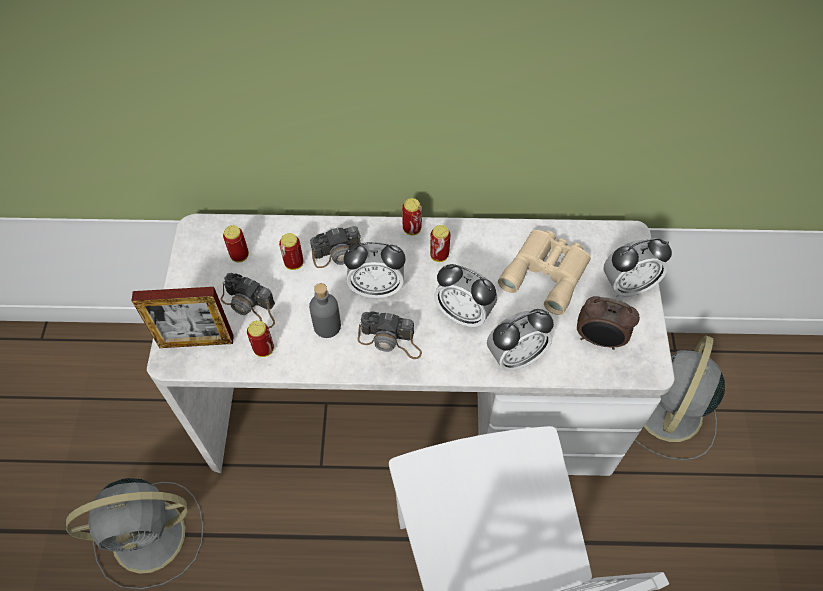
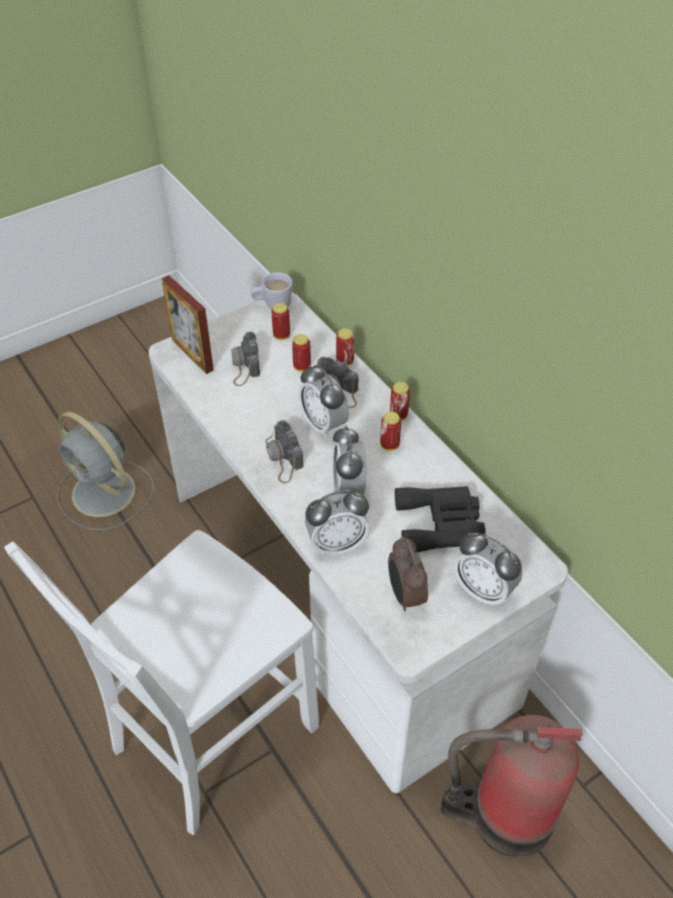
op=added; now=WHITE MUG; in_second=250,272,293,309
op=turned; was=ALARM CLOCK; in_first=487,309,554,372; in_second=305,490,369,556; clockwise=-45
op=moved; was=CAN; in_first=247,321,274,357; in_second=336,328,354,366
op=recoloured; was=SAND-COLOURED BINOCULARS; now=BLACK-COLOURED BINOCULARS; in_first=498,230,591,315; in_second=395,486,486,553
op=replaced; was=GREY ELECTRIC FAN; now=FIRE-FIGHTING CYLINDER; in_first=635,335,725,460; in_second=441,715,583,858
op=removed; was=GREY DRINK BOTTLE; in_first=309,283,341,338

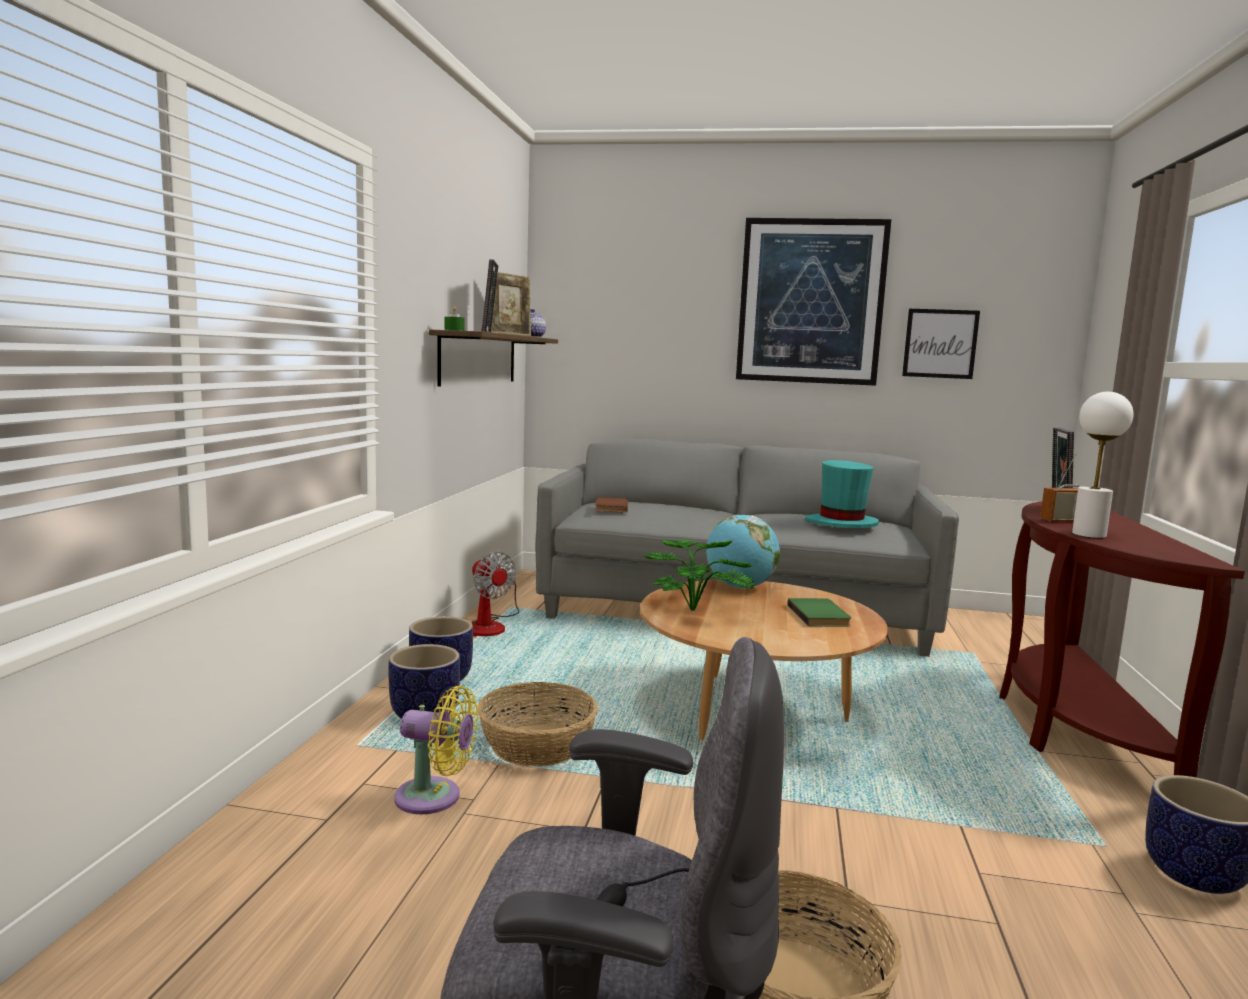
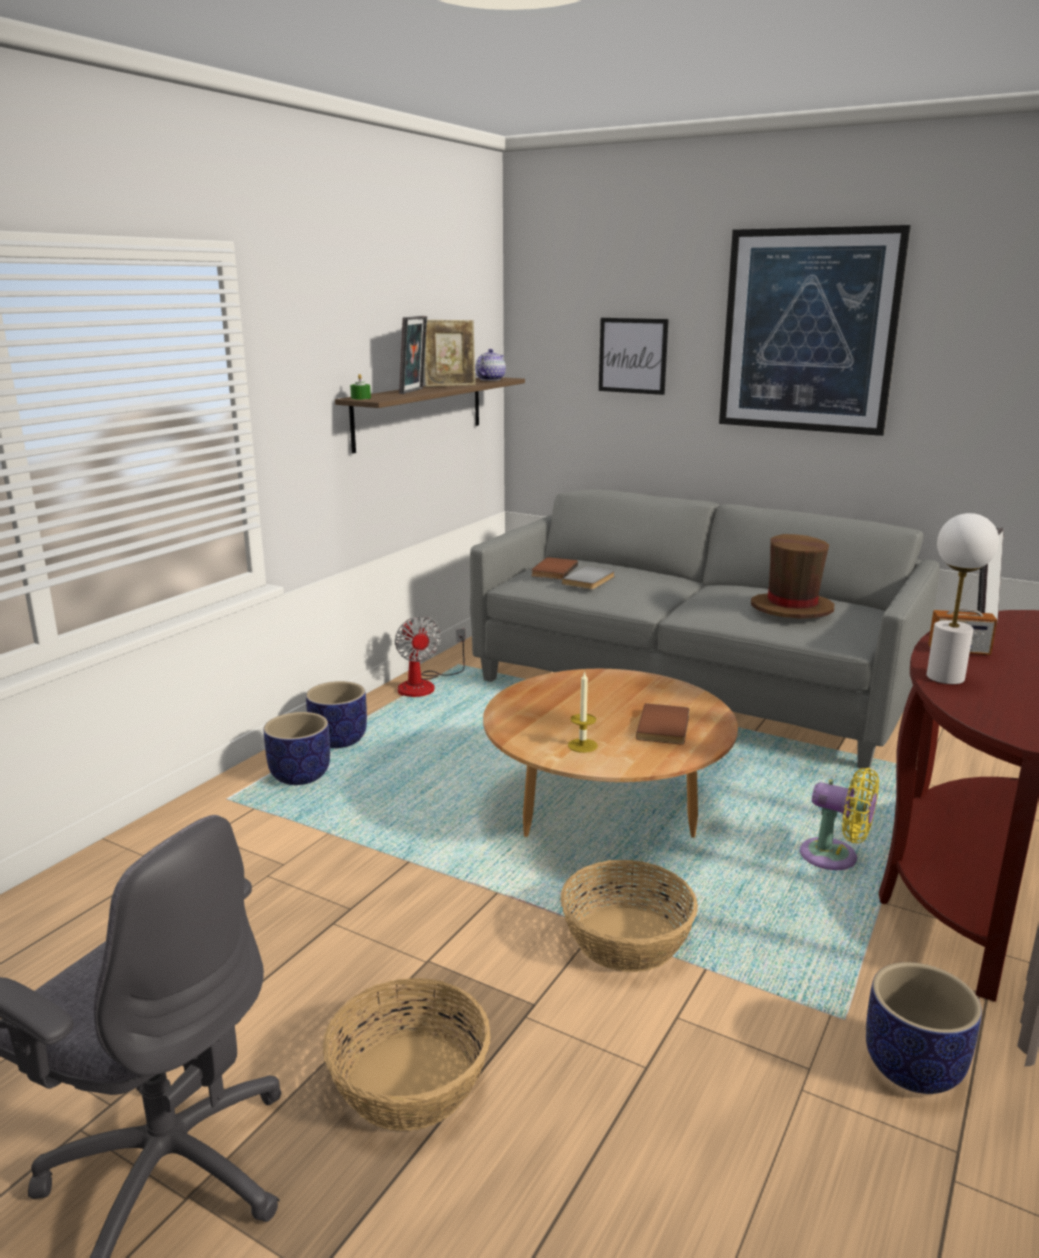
op=moved; was=HOUSEHOLD BASKET; in_first=477,682,598,767; in_second=560,860,698,972
op=added; now=GREY BOUND BOOK; in_second=562,566,615,589
op=added; now=CANDLE; in_second=568,671,598,753
op=moved; was=WALL ART; in_first=902,309,980,379; in_second=599,318,669,395
op=recoloured; was=GREENISH BOUND BOOK; now=BROWNISH BOUND BOOK; in_first=787,598,851,626; in_second=636,703,689,745
op=recoloured; was=TURQUOISE-COLOURED CLOTHING HAT; now=BROWNISH CLOTHING HAT; in_first=805,460,879,528; in_second=751,534,834,619
op=moved; was=YELLOW-COLOURED ELECTRIC FAN; in_first=394,686,478,814; in_second=800,768,879,870
op=removed; was=POTTED PLANT; in_first=644,539,754,611
op=removed; was=DESK GLOBE; in_first=706,515,780,589

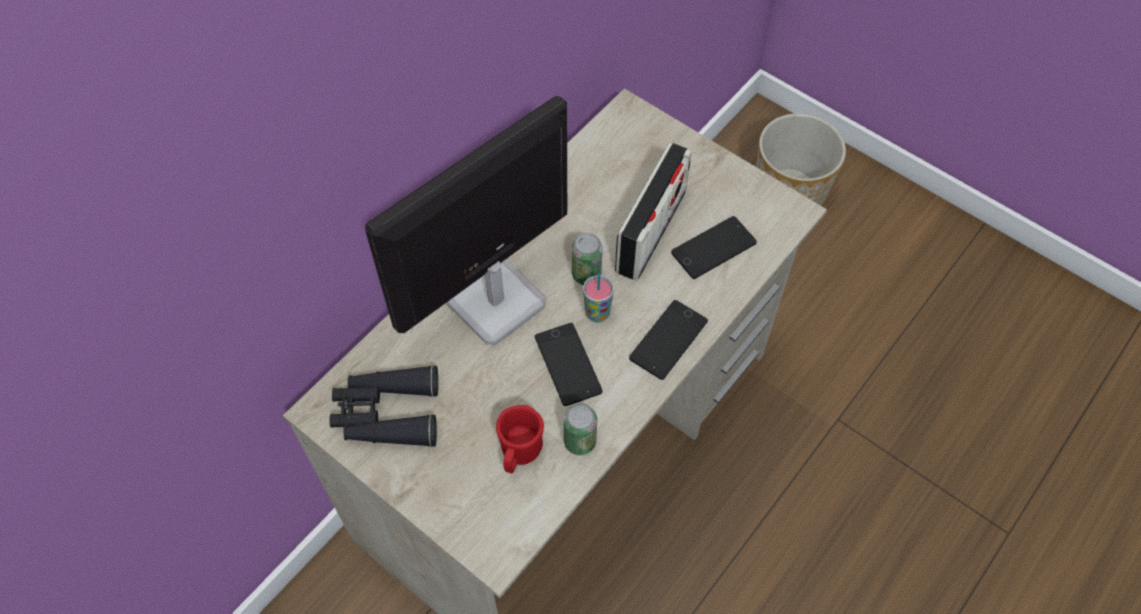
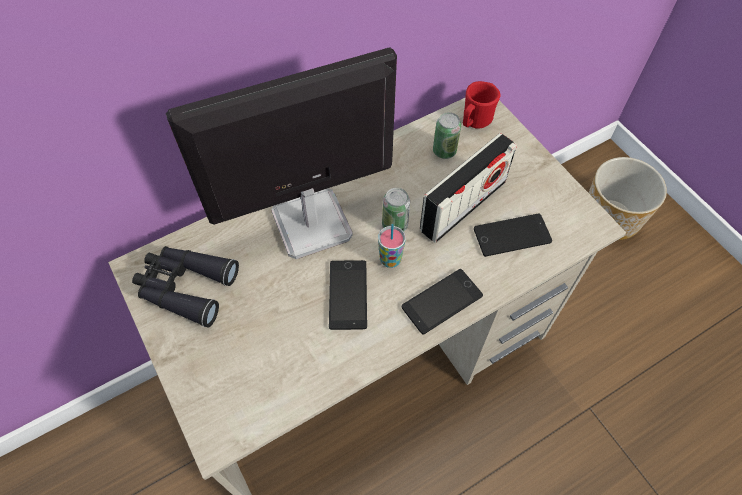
op=moved; was=CAN; in_first=564,403,597,455; in_second=433,112,461,159
op=moved; was=RED MUG; in_first=496,405,544,473; in_second=463,81,500,129

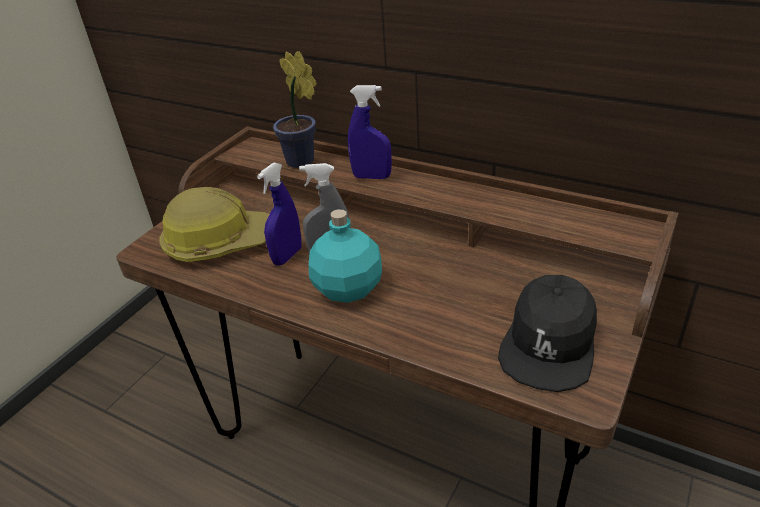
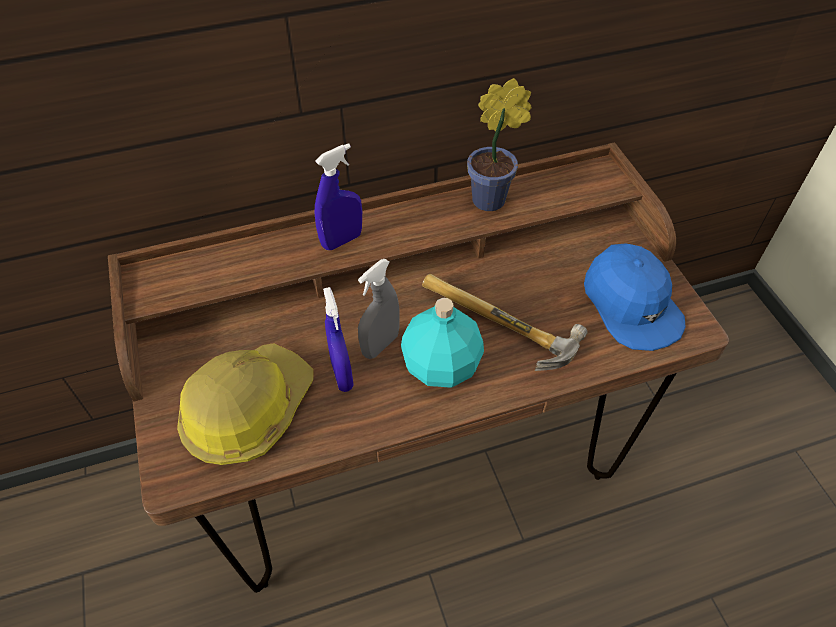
op=added; now=TOOL HAMMER; in_second=422,274,588,371
op=moved; was=POTTED PLANT; in_first=273,51,317,168; in_second=467,78,532,211
op=recoloured; was=BLACK-COLOURED CAP; now=BLUE-COLOURED CAP; in_first=498,275,597,392; in_second=584,244,686,351

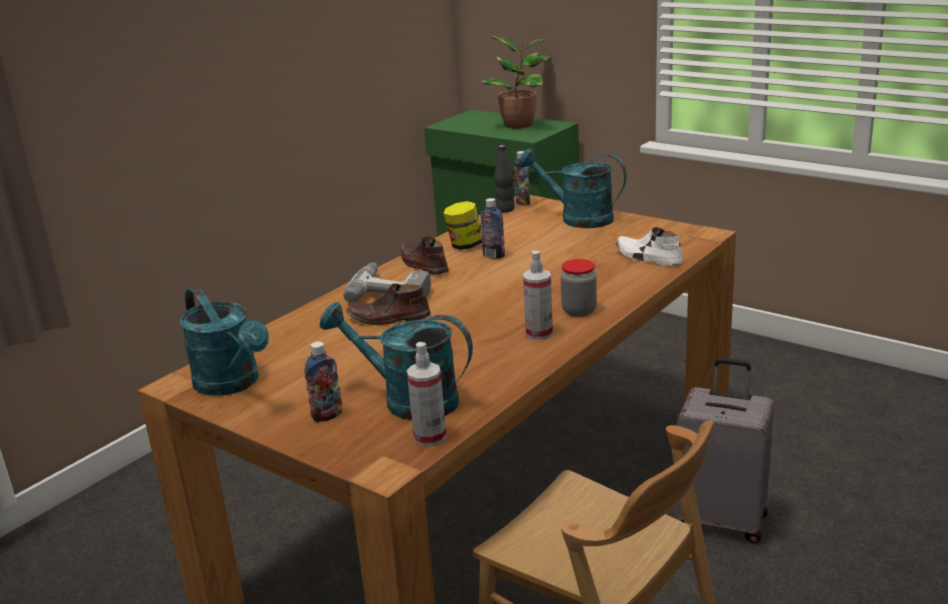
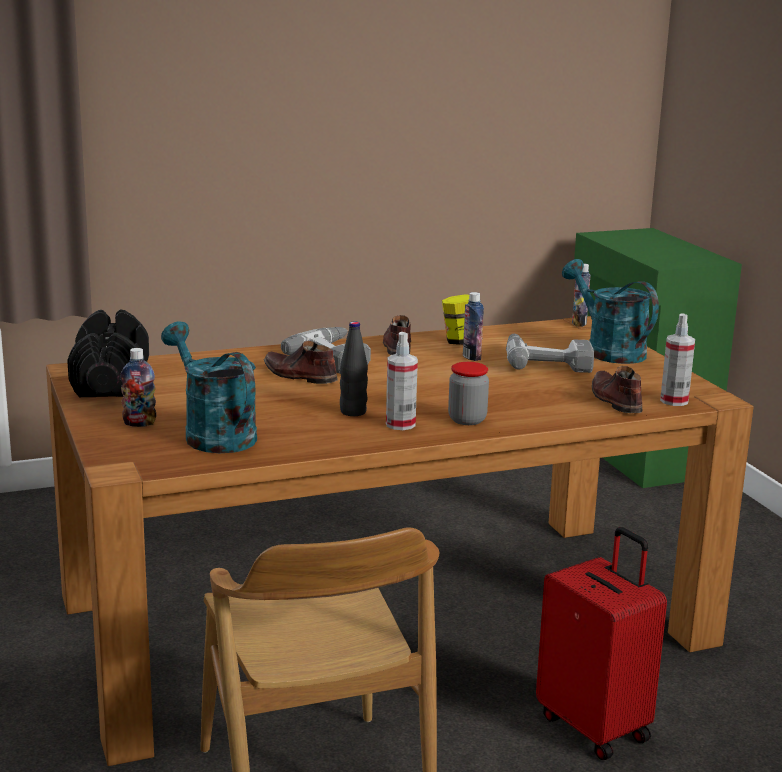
op=replaced; was=TURQUOISE-COLOURED WATERING CAN; now=BLACK-COLOURED HAND WEIGHT; in_first=180,287,269,396; in_second=67,310,149,397
op=moved; was=BLACK-COLOURED DRINK BOTTLE; in_first=494,145,515,213; in_second=340,321,368,416
op=added; now=DRILL; in_second=506,334,594,373
op=recoloured; was=GREY TRAVEL CASE; now=RED TRAVEL CASE; in_first=675,358,774,544; in_second=536,527,667,760
op=recoloured; was=WHITE ITEM OF FOOTWEAR; now=BROWNISH ITEM OF FOOTWEAR; in_first=616,227,683,266; in_second=592,366,642,413
op=moved; was=HAND SPRAYER; in_first=407,342,447,446; in_second=660,313,695,406
op=removed; was=POTTED PLANT; in_first=480,36,551,129

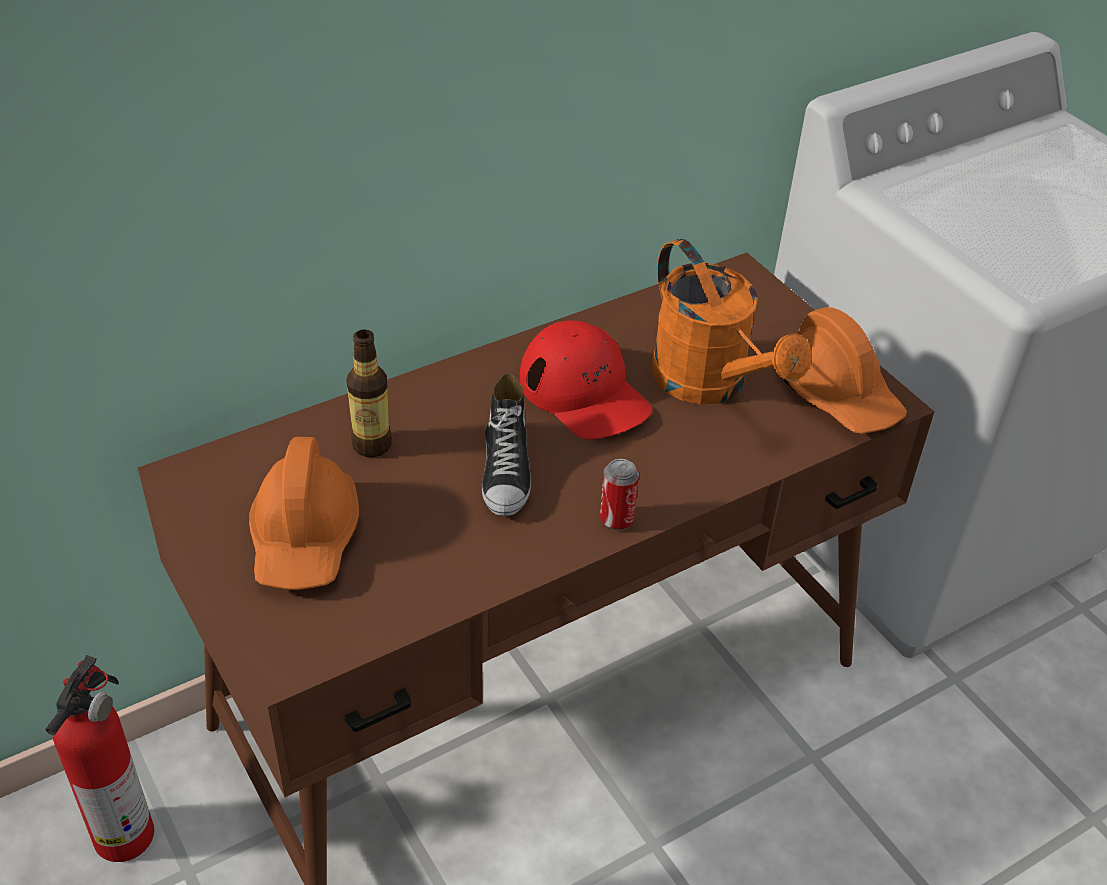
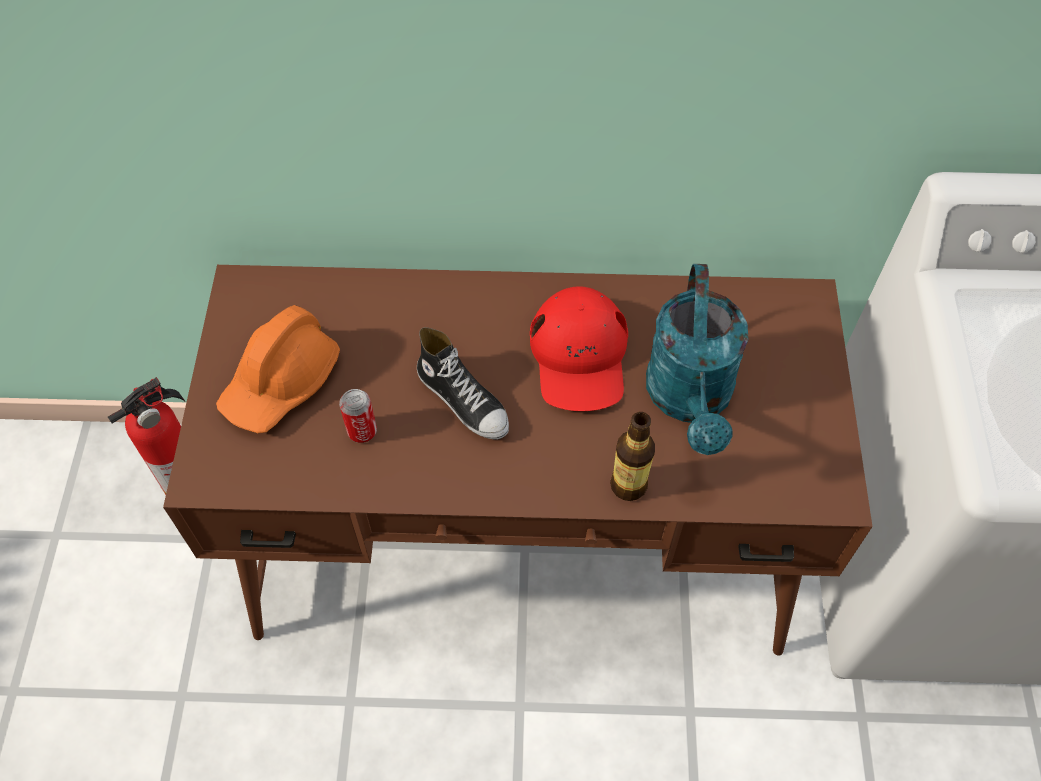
op=moved; was=CAN; in_first=600,459,639,531; in_second=339,389,377,443
op=turned; was=ITEM OF FOOTWEAR; in_first=482,373,531,516; in_second=417,327,509,439; clockwise=-75
op=moved; was=DRINK BOTTLE; in_first=346,329,392,457; in_second=610,412,655,501
op=recoloured; was=ORANGE-COLOURED WATERING CAN; now=TURQUOISE-COLOURED WATERING CAN; in_first=651,239,812,405; in_second=646,264,749,455
op=removed; was=ORANGE-COLOURED HARD HAT; in_first=784,307,907,434

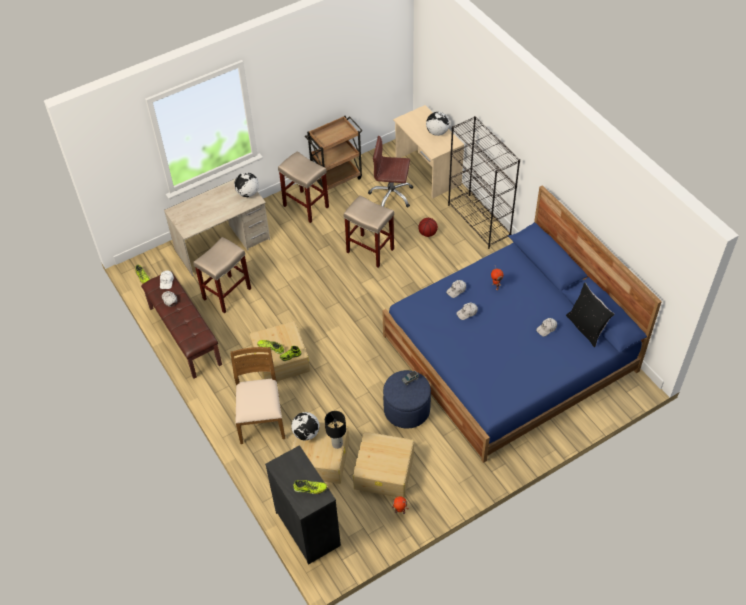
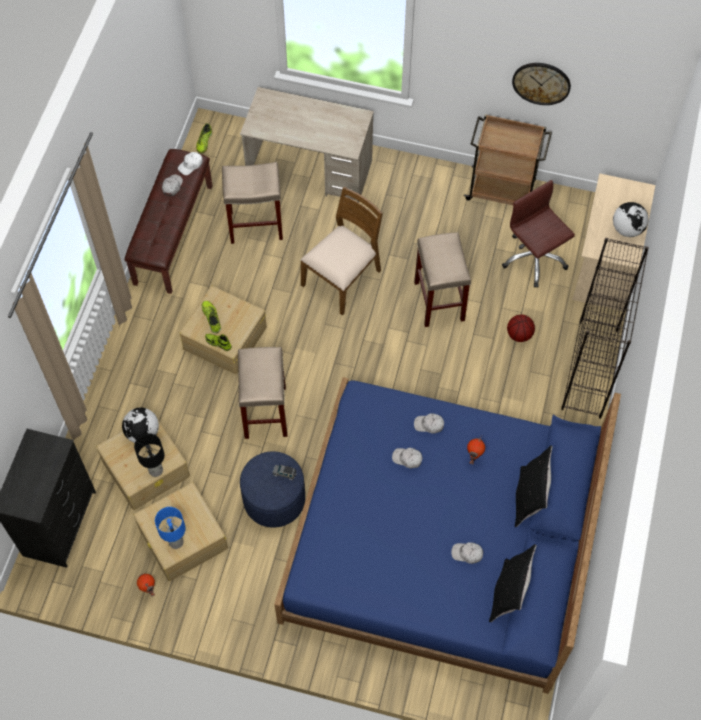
op=added; now=BLUE-COLOURED TABLETOP LAMP; in_second=155,507,185,549
op=moved; was=SAND-COLOURED SITTING STOOL; in_first=278,151,329,223; in_second=238,347,288,439
op=moved; was=BROWNISH CHAIR; in_first=230,347,285,444; in_second=301,186,383,315
op=added; now=CLOCK ON THE WALL; in_second=512,63,571,105
op=added; now=BLACK-COLOURED THROW PILLOW; in_second=515,445,552,527
op=removed; was=DESK GLOBE; in_first=234,172,259,197
op=removed; was=ITEM OF FOOTWEAR; in_first=294,480,327,494

